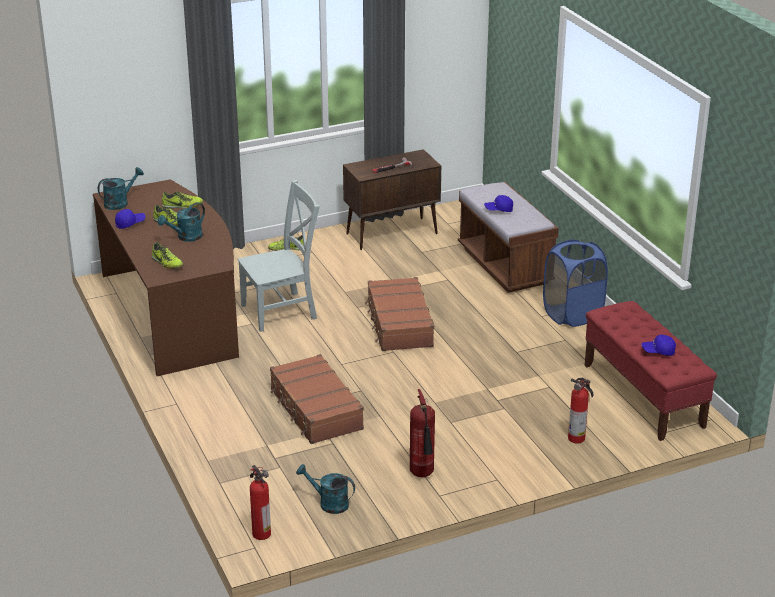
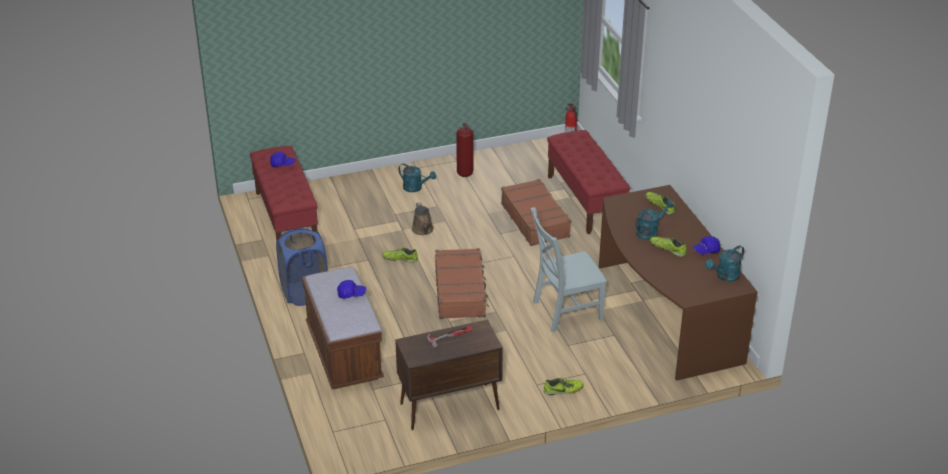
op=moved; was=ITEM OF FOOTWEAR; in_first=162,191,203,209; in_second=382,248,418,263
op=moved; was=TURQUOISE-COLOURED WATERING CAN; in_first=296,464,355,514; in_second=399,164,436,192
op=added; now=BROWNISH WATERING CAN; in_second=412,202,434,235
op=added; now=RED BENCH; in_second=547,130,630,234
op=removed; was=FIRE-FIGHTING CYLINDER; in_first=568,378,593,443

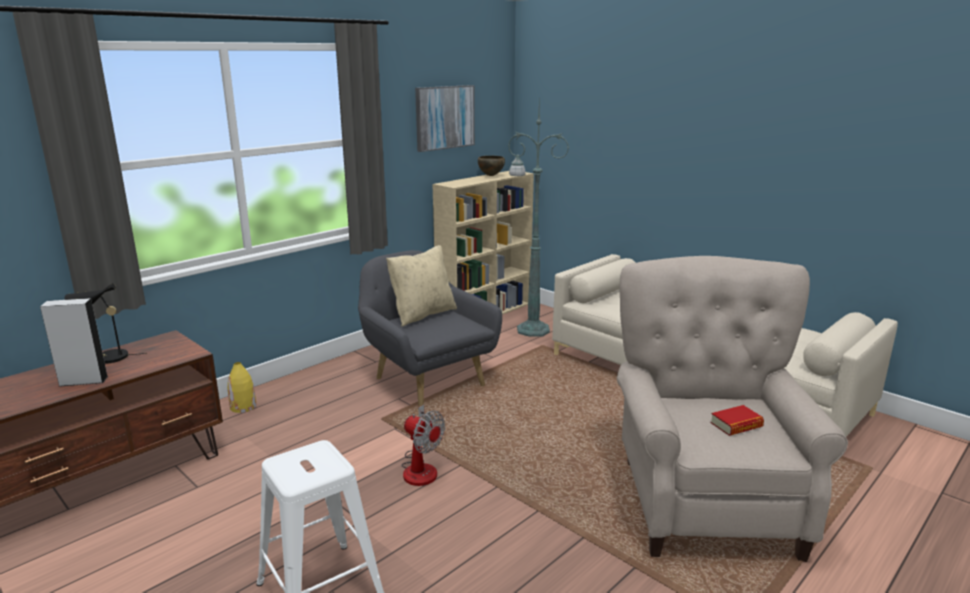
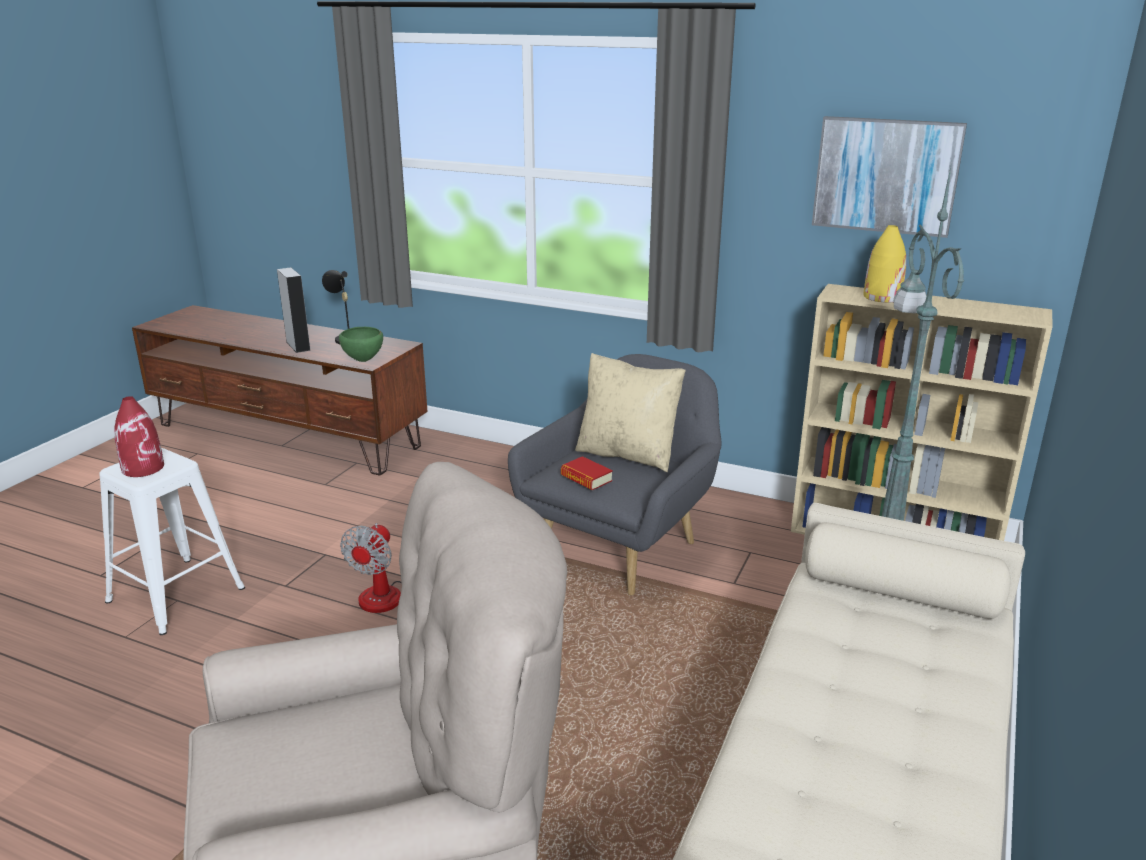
op=added; now=RED FLOWER VASE; in_second=114,396,164,477
op=added; now=GREENISH BOWL; in_second=339,327,383,362
op=moved; was=BOUND BOOK; in_first=710,405,764,436; in_second=561,456,613,490
op=moved; was=YELLOW-COLOURED FLOWER VASE; in_first=228,362,256,413; in_second=863,225,906,303
op=removed; was=BROWNISH BOWL; in_first=478,156,505,176

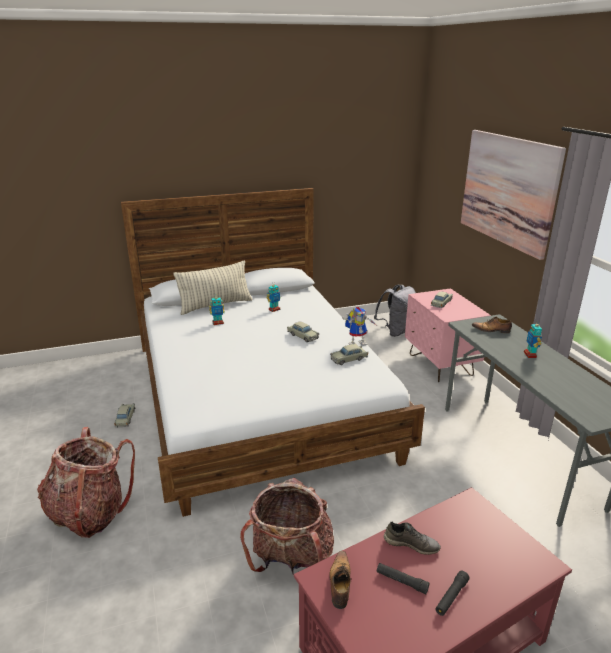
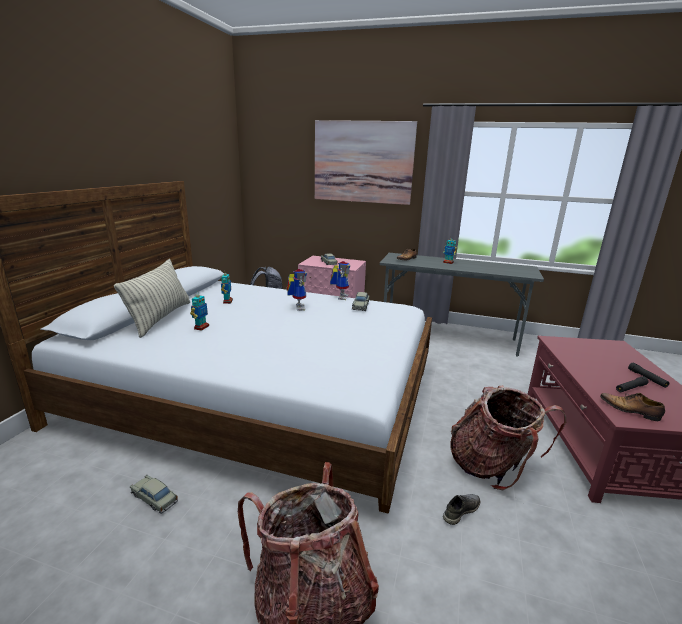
op=replaced; was=SAND-COLOURED TOY CAR; now=MODEL ROBOT; in_first=287,321,319,342; in_second=287,269,307,311
op=moved; was=GREY ITEM OF FOOTWEAR; in_first=384,522,441,555; in_second=443,494,480,525

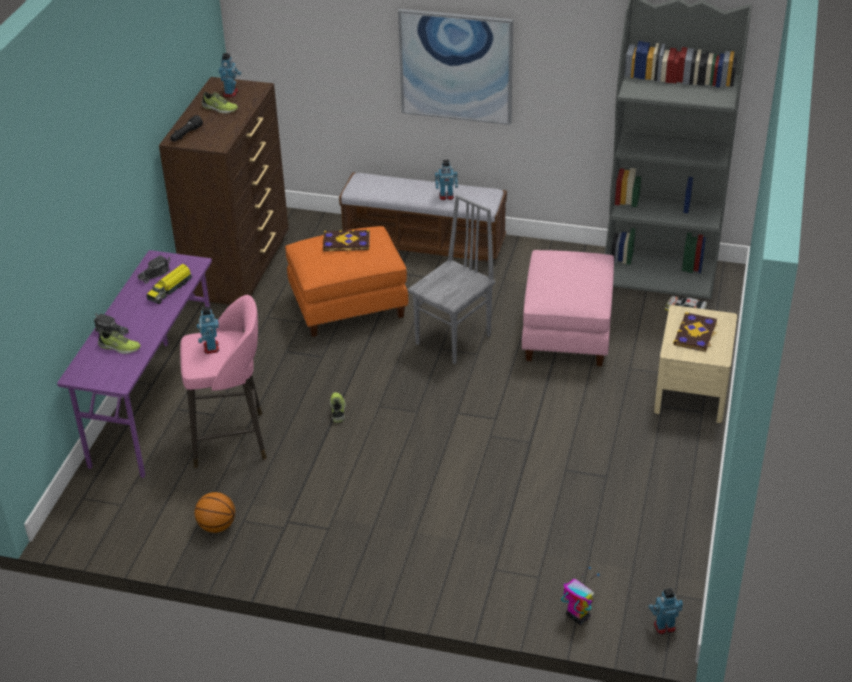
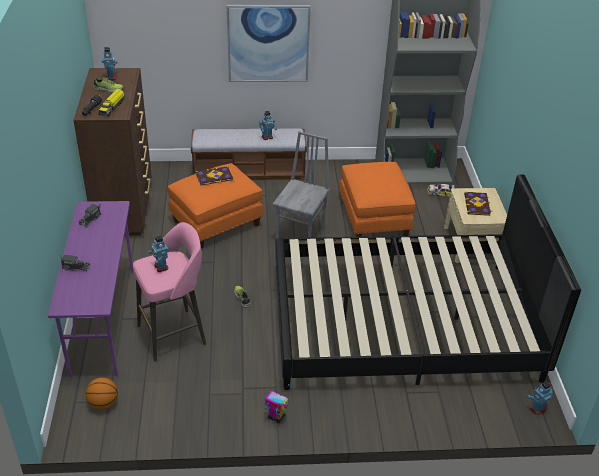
op=moved; was=BALL FOR BASKETBALL; in_first=195,492,235,533; in_second=85,377,118,409
op=moved; was=TOY LORRY; in_first=147,264,193,304; in_second=98,89,125,117
op=moved; was=MODEL ROBOT; in_first=561,567,600,625; in_second=265,380,290,423
op=added; now=BLACK-COLOURED BEDROOM BED; in_second=275,174,581,390
op=recoloured; was=PINK-COLOURED OTTOMAN; now=ORANGE-COLOURED OTTOMAN; in_first=521,250,614,366; in_second=339,162,416,237
op=removed; was=ITEM OF FOOTWEAR; in_first=98,330,141,354

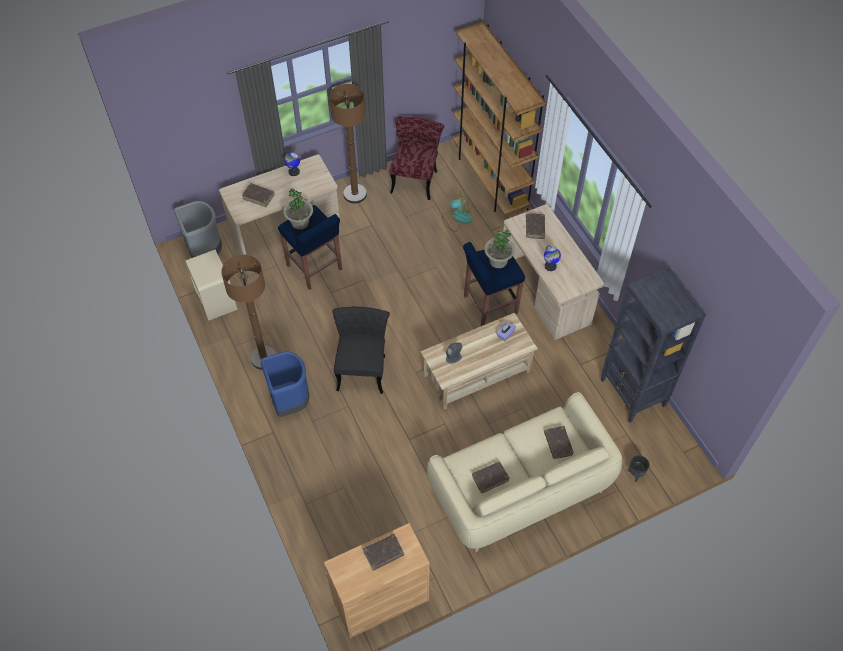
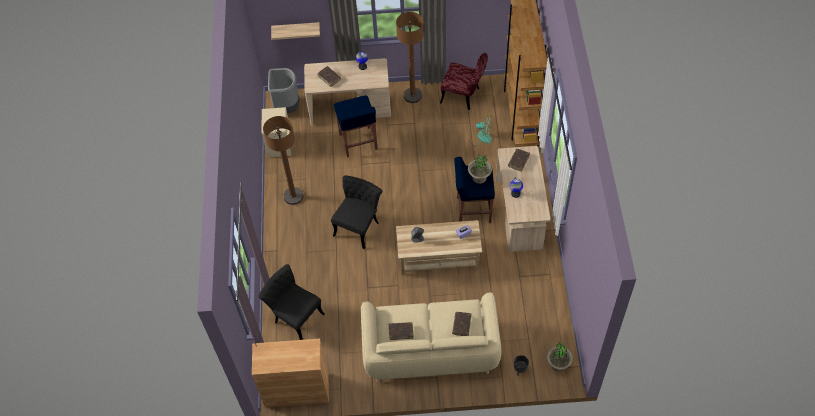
op=added; now=BLACK-COLOURED CHAIR; in_second=258,264,325,340
op=added; now=BRACKET SHELF; in_second=271,22,320,40
op=turned; was=RED CHAIR; in_first=390,116,444,200; in_second=440,53,488,110; clockwise=75
op=moved; was=POTTED PLANT; in_first=283,188,313,230; in_second=547,342,573,372
op=removed; was=BLUE-COLOURED WASTE BIN; in_first=261,351,309,417
op=removed; was=BROWNISH BOUND BOOK; in_first=363,534,404,571
op=removed; was=BLACK-COLOURED BOOKCASE; in_first=601,267,706,423

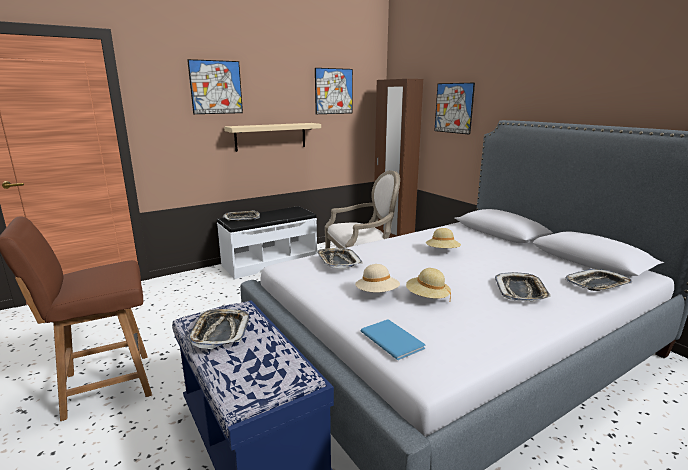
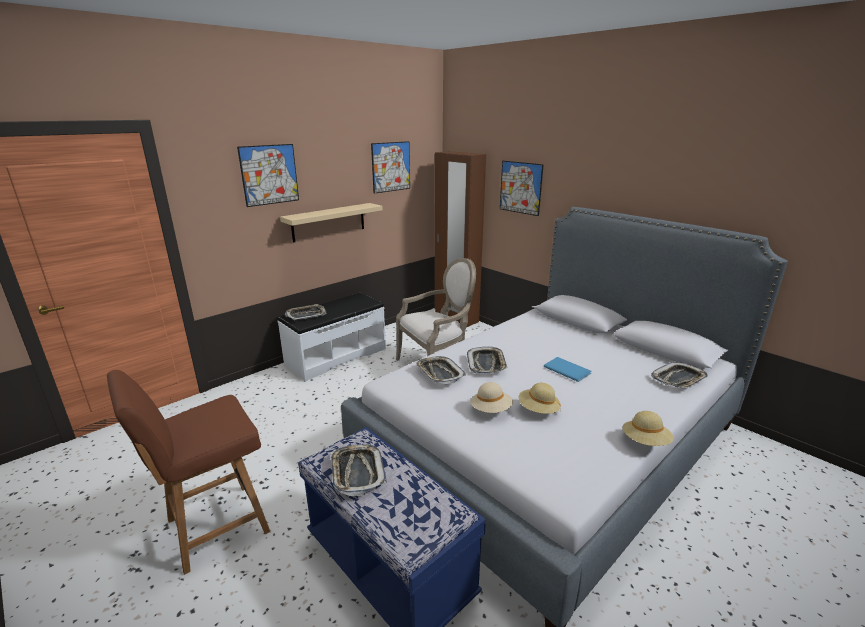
op=moved; was=CARRYING TRAY; in_first=495,272,551,301; in_second=467,347,508,374
op=moved; was=BLUE-COLOURED BOUND BOOK; in_first=361,319,426,360; in_second=544,357,591,382
op=moved; was=SAND-COLOURED CLOTHING HAT; in_first=426,228,461,248; in_second=622,411,674,446

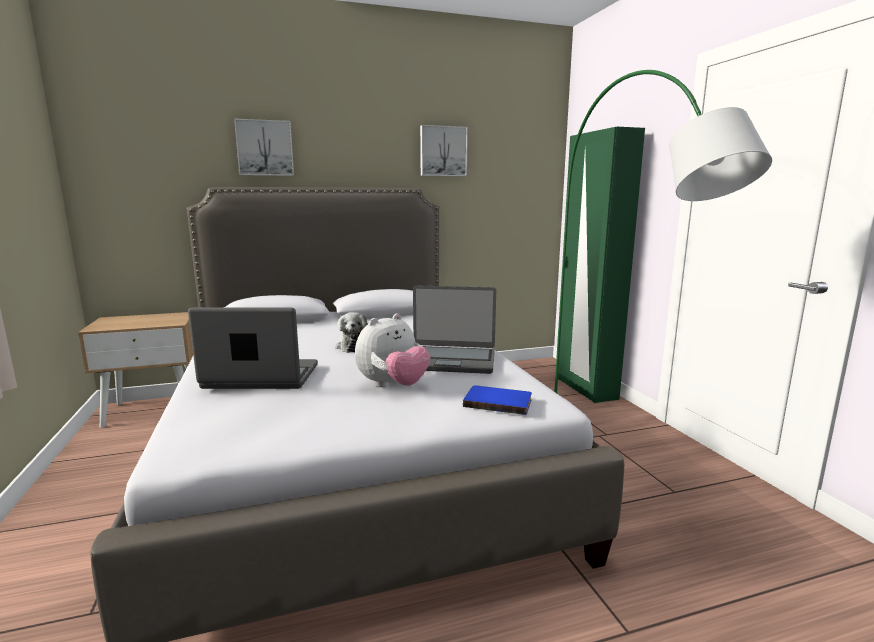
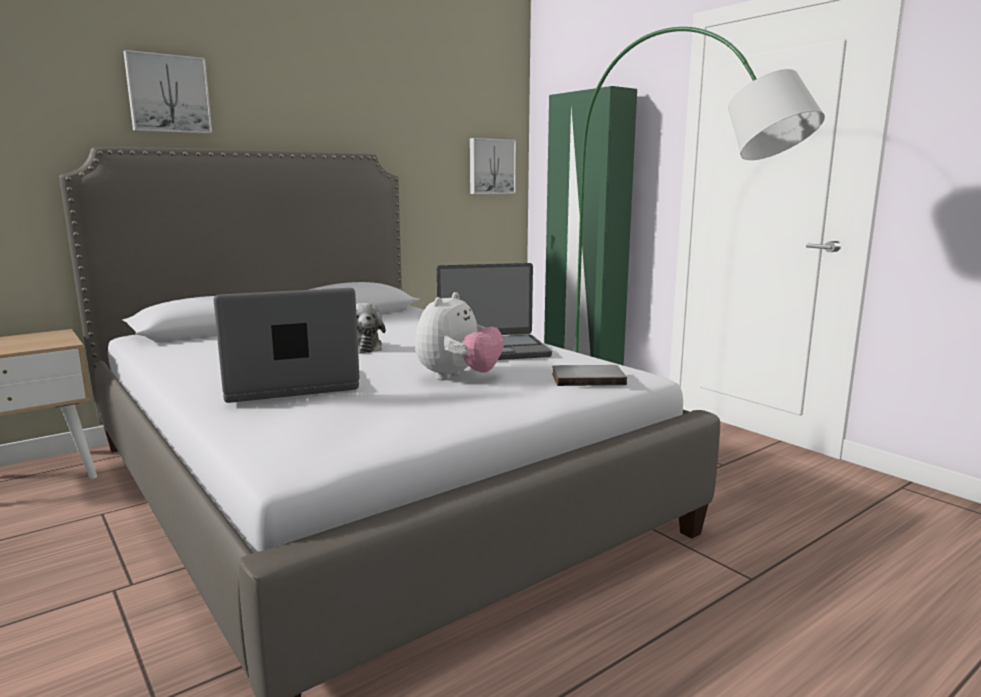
op=moved; was=WALL ART; in_first=420,125,468,176; in_second=470,138,516,194
op=recoloured; was=BLUE-COLOURED BOUND BOOK; now=GREY BOUND BOOK; in_first=463,385,532,415; in_second=552,365,627,386

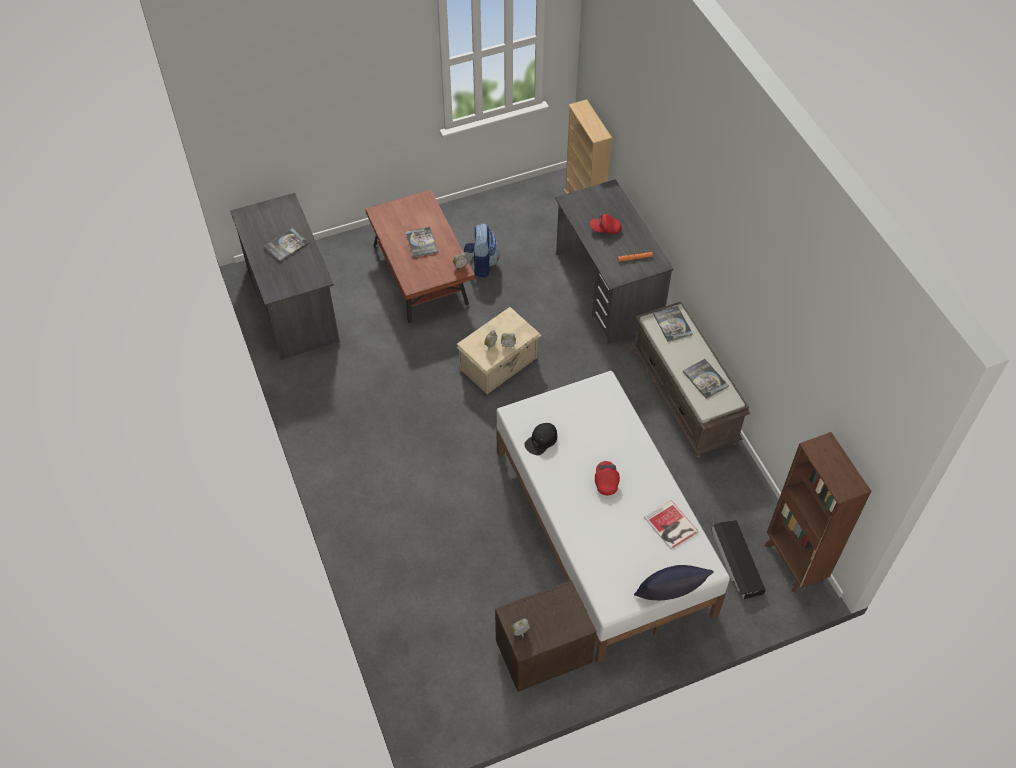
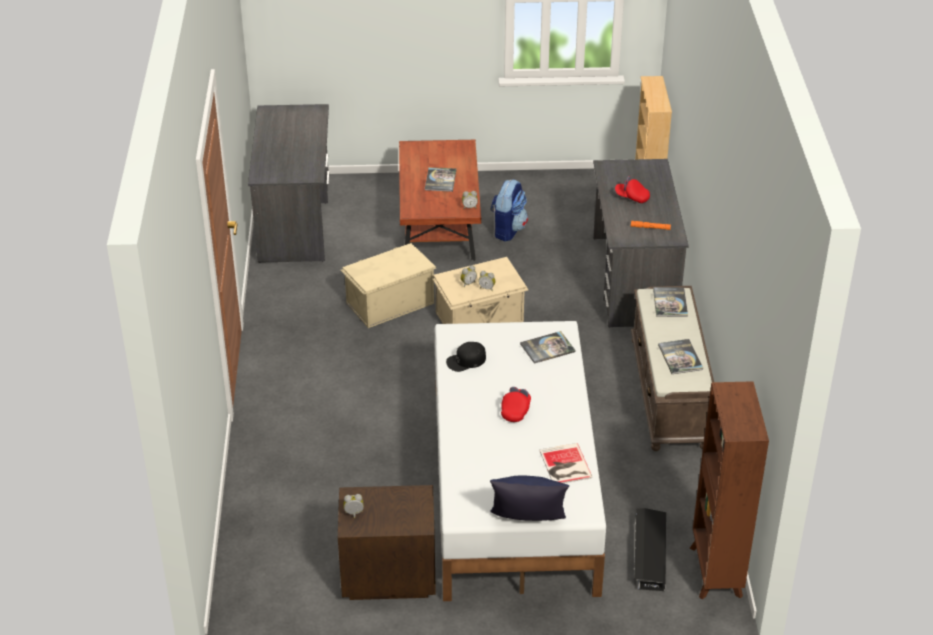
op=added; now=SAND-COLOURED STORAGE BOX; in_second=341,243,436,328
op=moved; was=BOUND BOOK; in_first=263,228,309,262; in_second=520,331,576,364

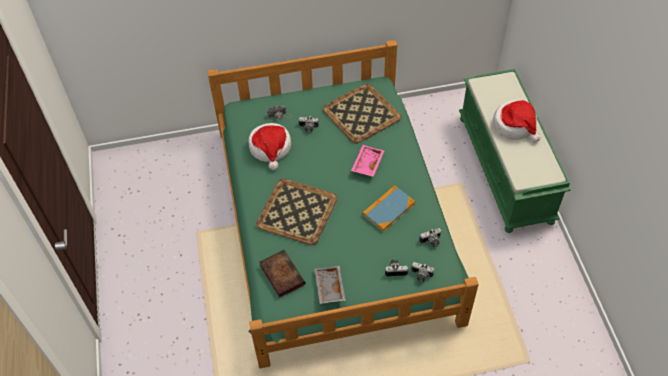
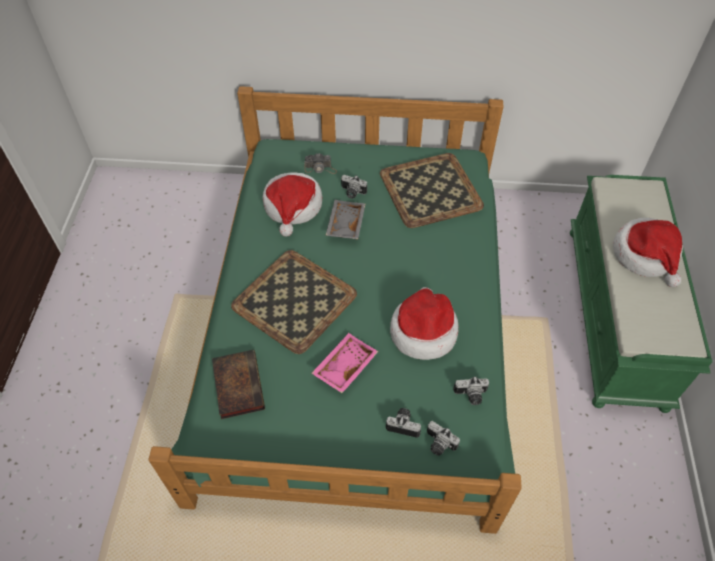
op=moved; was=PINK-COLOURED CARRYING TRAY; in_first=351,145,384,177; in_second=311,333,378,393
op=moved; was=GREY CARRYING TRAY; in_first=314,266,346,304; in_second=325,200,365,240
op=replaced; was=BOUND BOOK; now=CLOTHING HAT; in_first=362,185,415,232; in_second=390,287,458,360

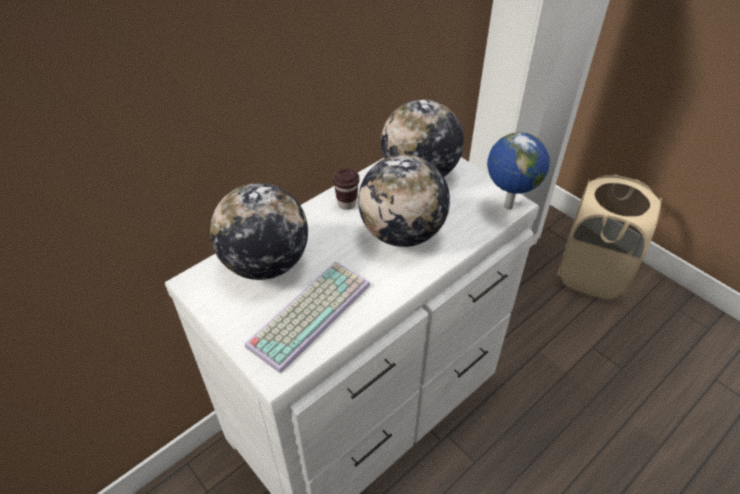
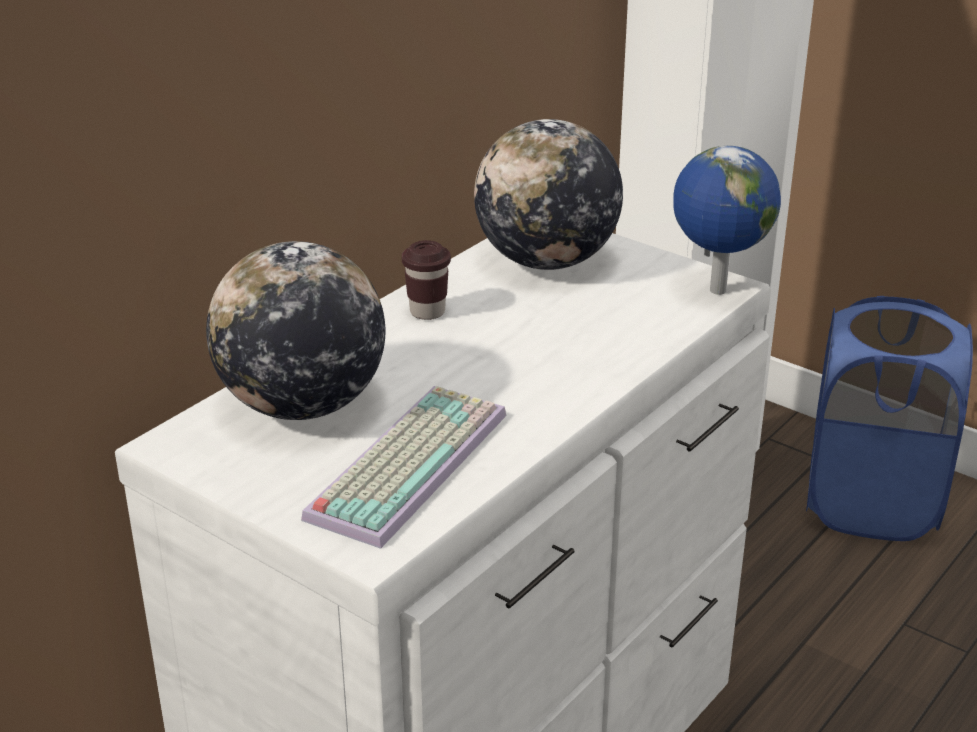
op=recoloured; was=SAND-COLOURED WASHING BASKET; now=BLUE-COLOURED WASHING BASKET; in_first=557,175,662,299; in_second=806,296,973,541
op=removed; was=DESK GLOBE; in_first=358,154,450,247

